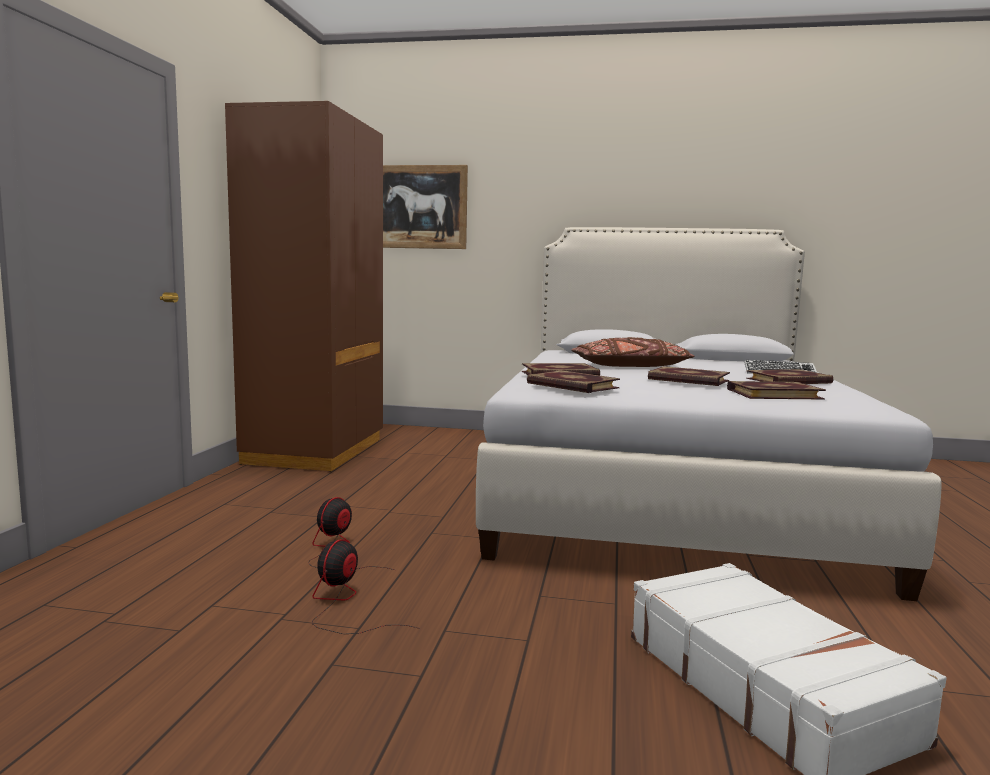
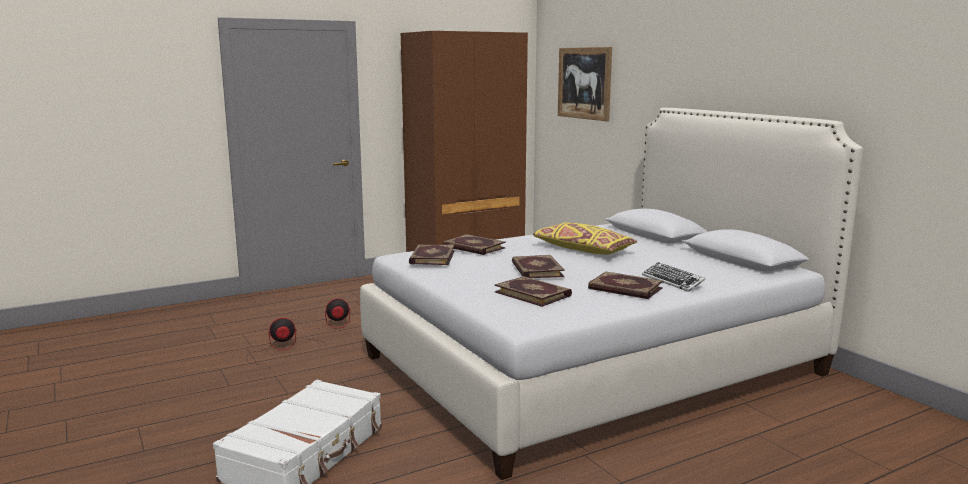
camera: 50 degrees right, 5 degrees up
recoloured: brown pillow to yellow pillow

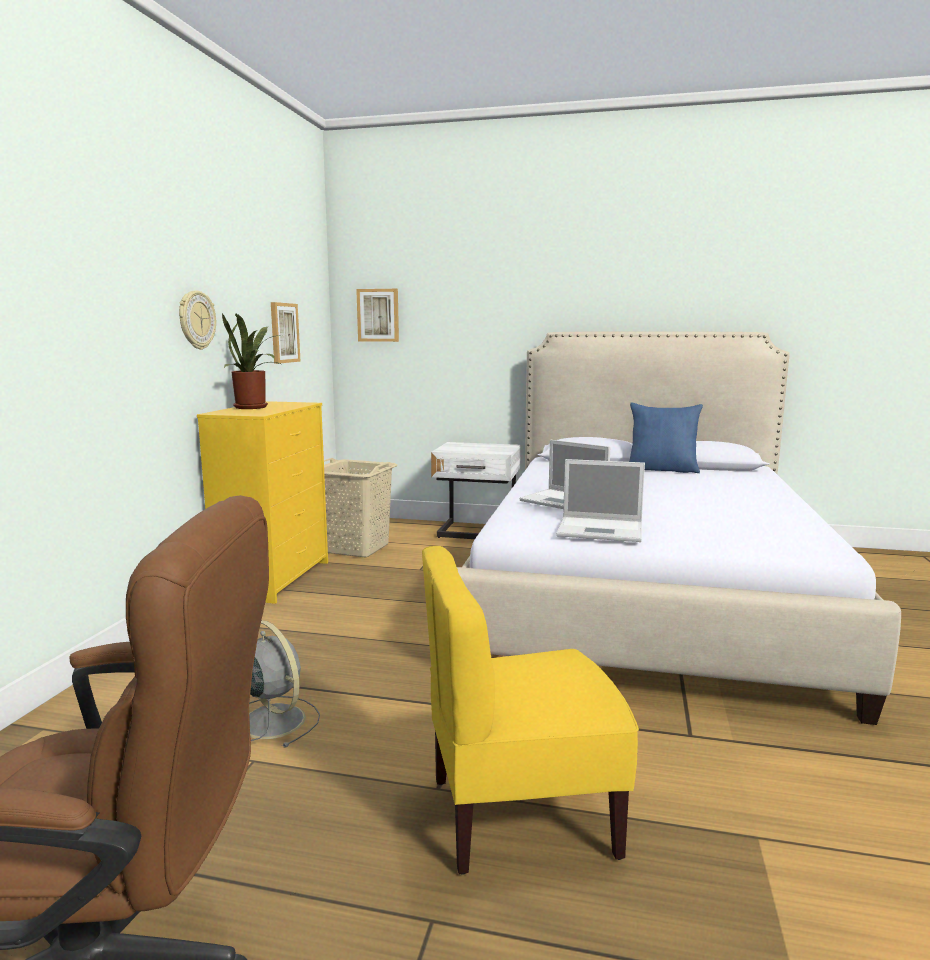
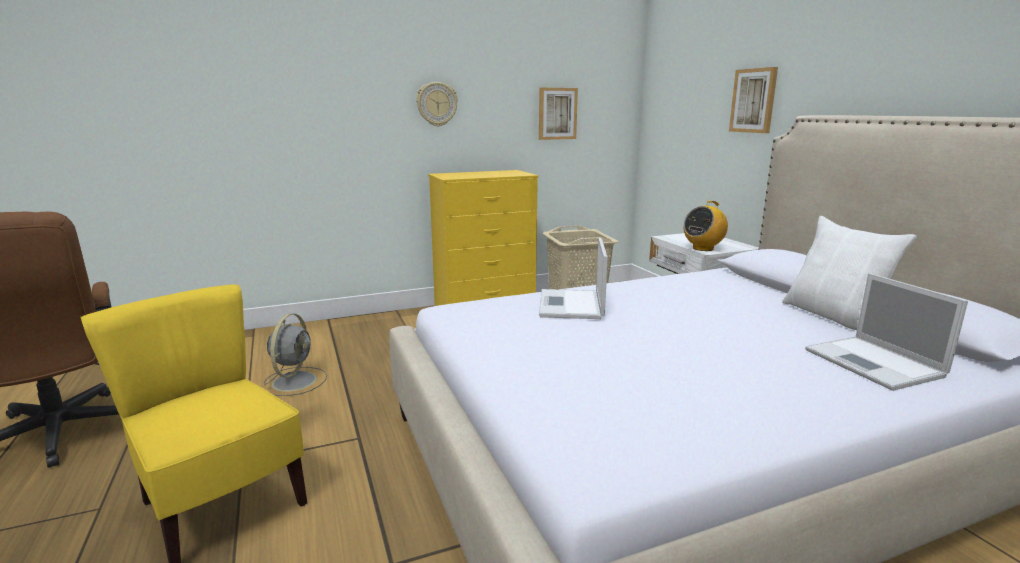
camera: 55 degrees right, 5 degrees up
removed: potted plant
added: radio
moved: picture (2nd from left); laptop (2nd from left)
recoloured: blue pillow to white pillow

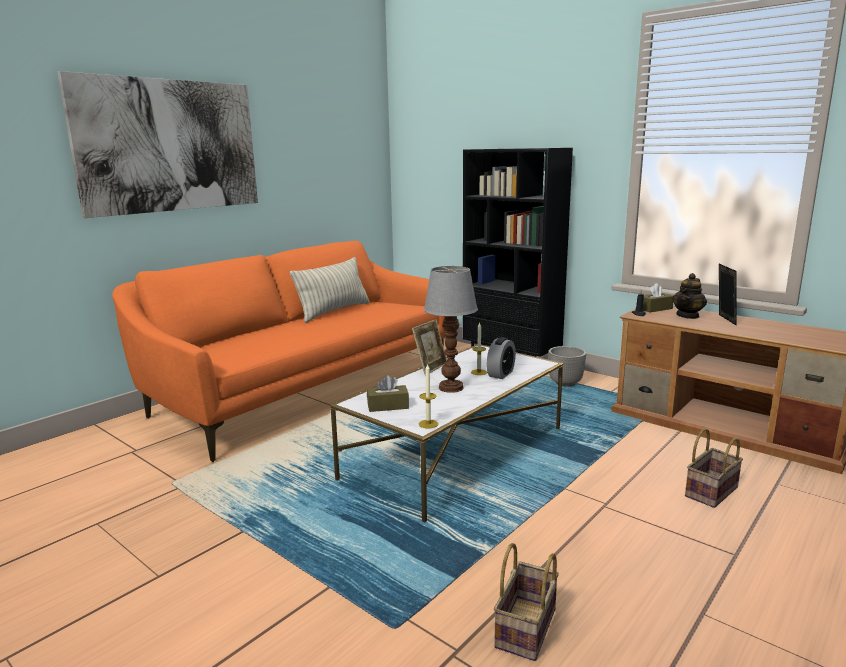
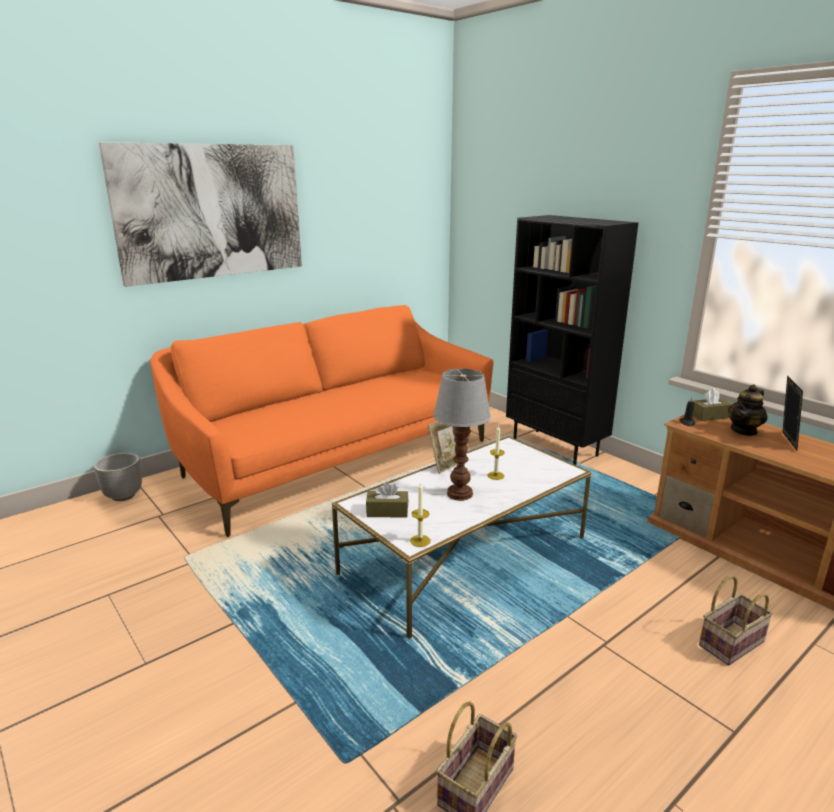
camera: 10 degrees right, 5 degrees up
removed: pillow; alarm clock
moved: planter

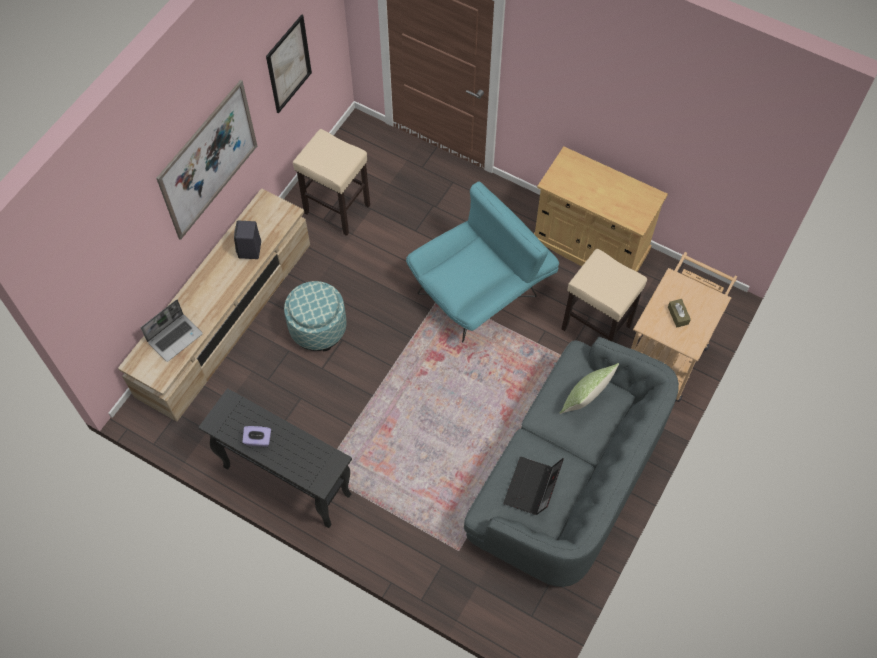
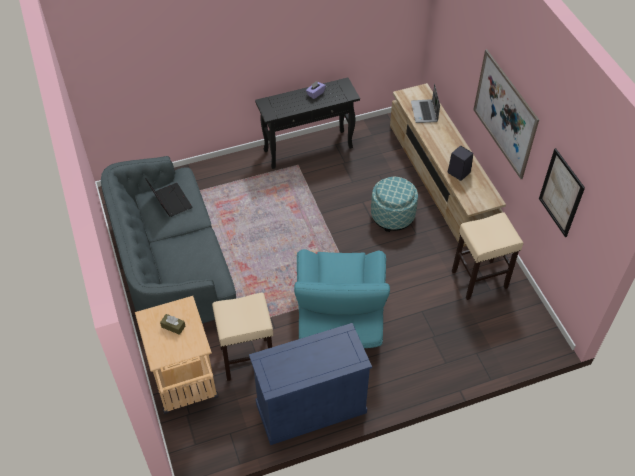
camera: 130 degrees right, 10 degrees down
removed: pillow
recoloured: beige cabinet to blue cabinet

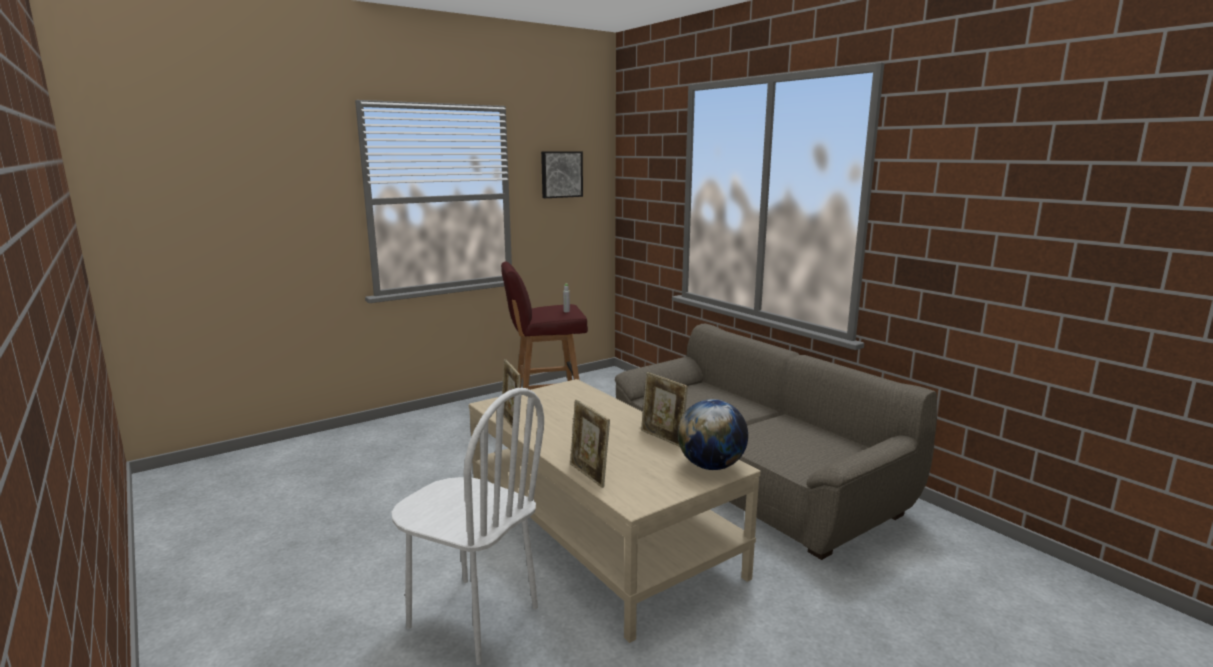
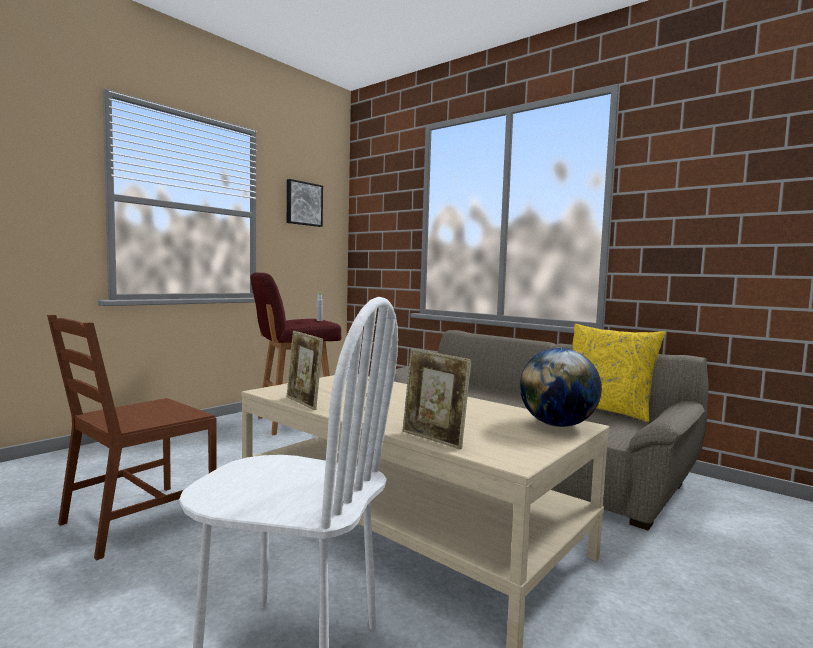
camera: 15 degrees left, 10 degrees down
removed: picture frame (3rd from left)
added: brown chair; yellow pillow

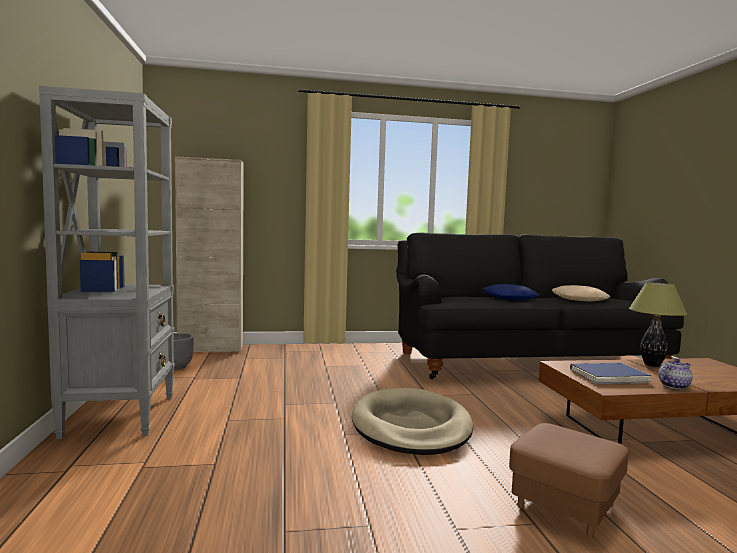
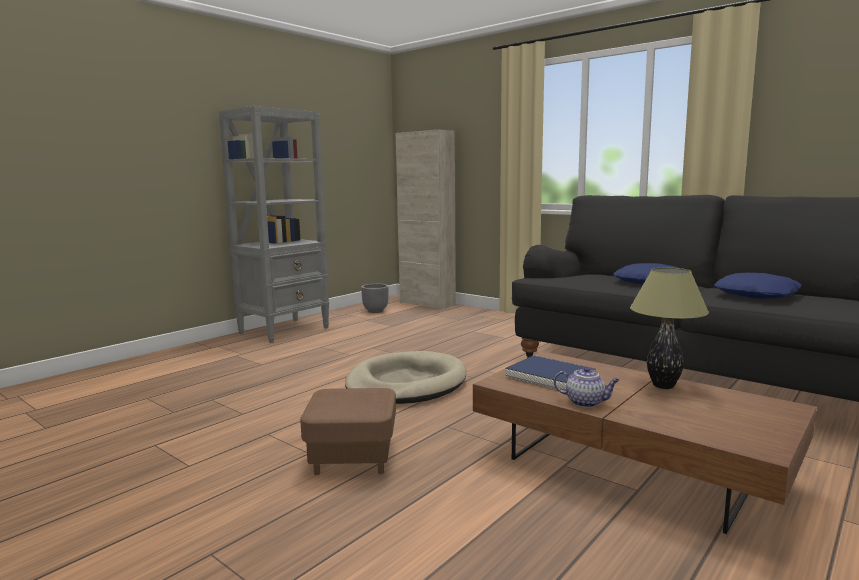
camera: 50 degrees right, 5 degrees up
recoloured: beige pillow to blue pillow (2nd from left)

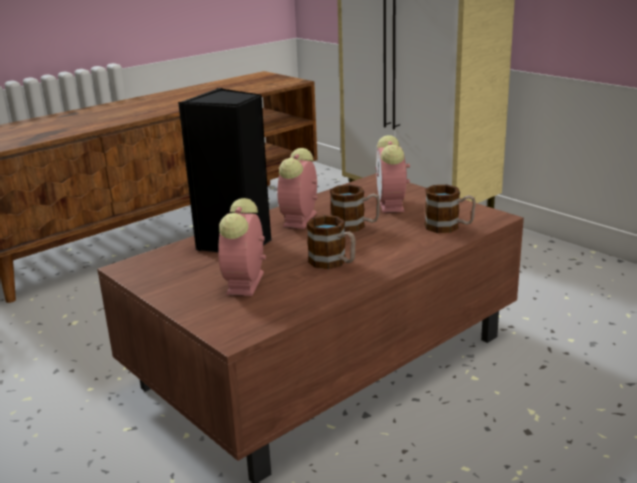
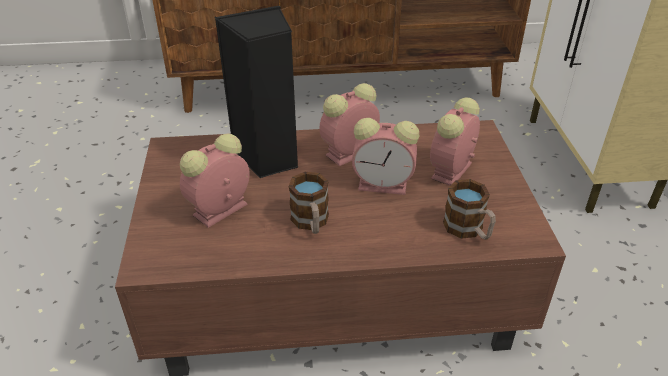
camera: 35 degrees right, 15 degrees up
replaced: mug (2nd from left) to alarm clock (3rd from left)

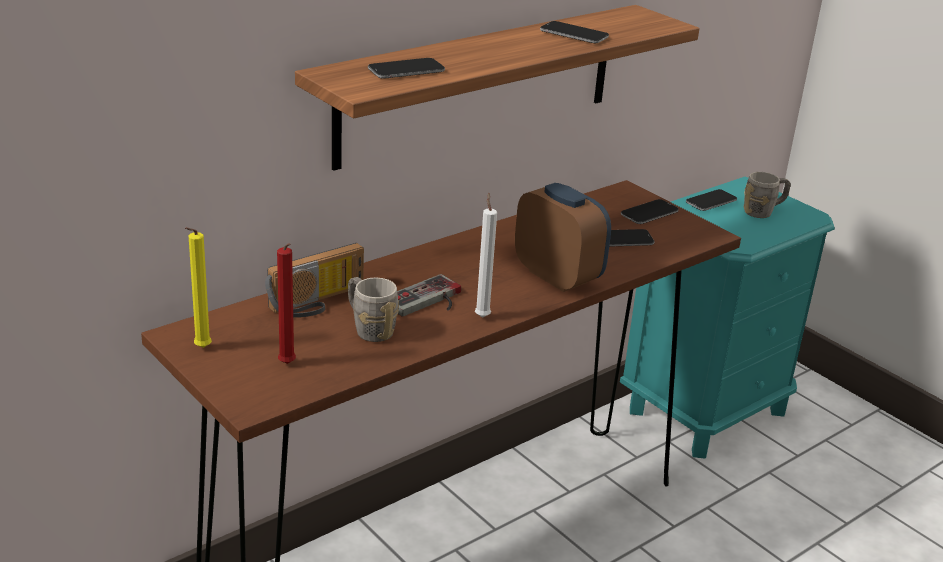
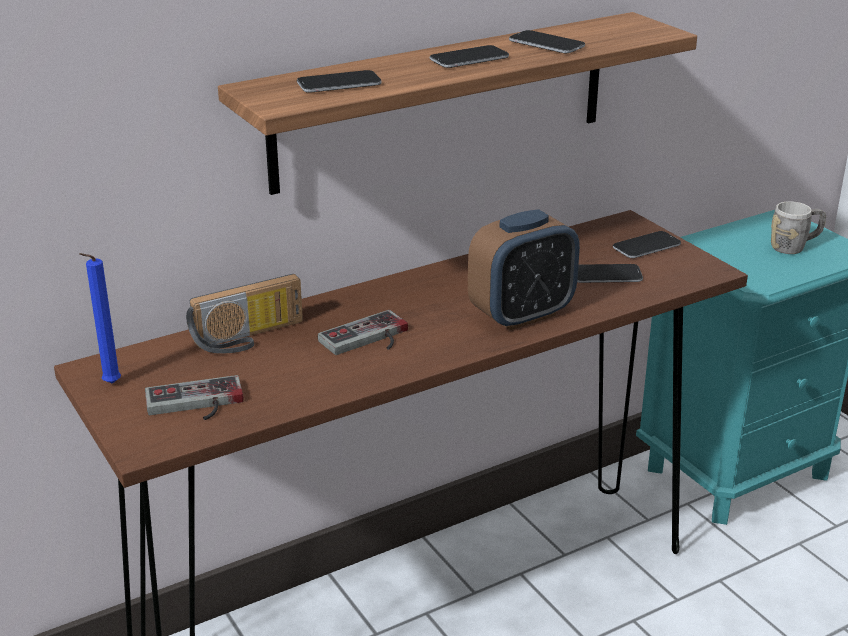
camera: 10 degrees right, 0 degrees up
removed: grey mug (1st from left); white candle
moved: phone (5th from left in the first image) to phone (2nd from left)
replaced: red candle to game controller (1st from left)
recoloured: yellow candle to blue candle
turned: alarm clock 90 degrees clockwise

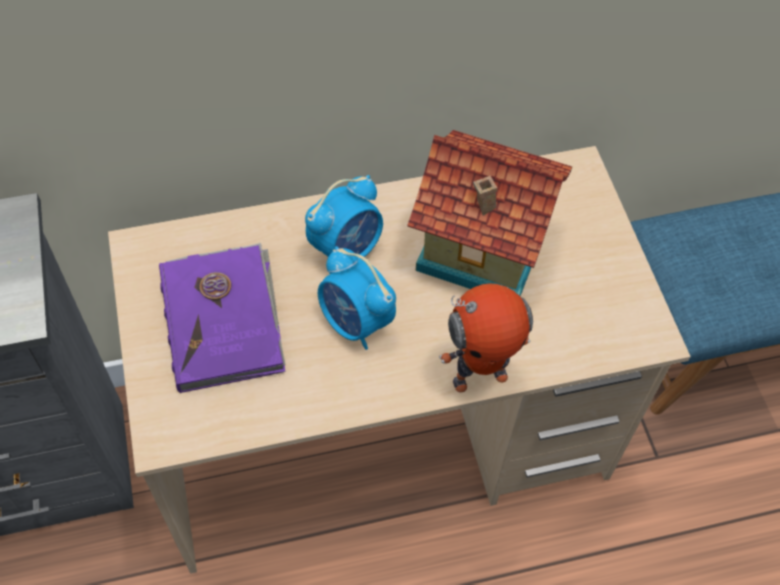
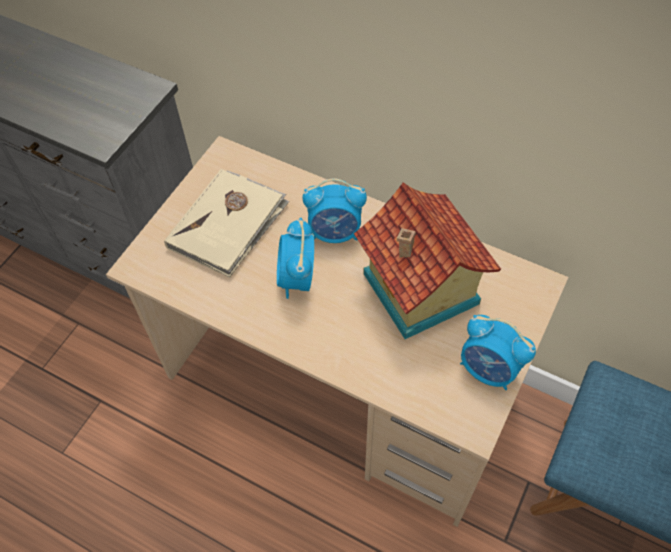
camera: 45 degrees right, 0 degrees up
removed: toy robot
added: alarm clock (3rd from left)
recoloured: purple book to beige book

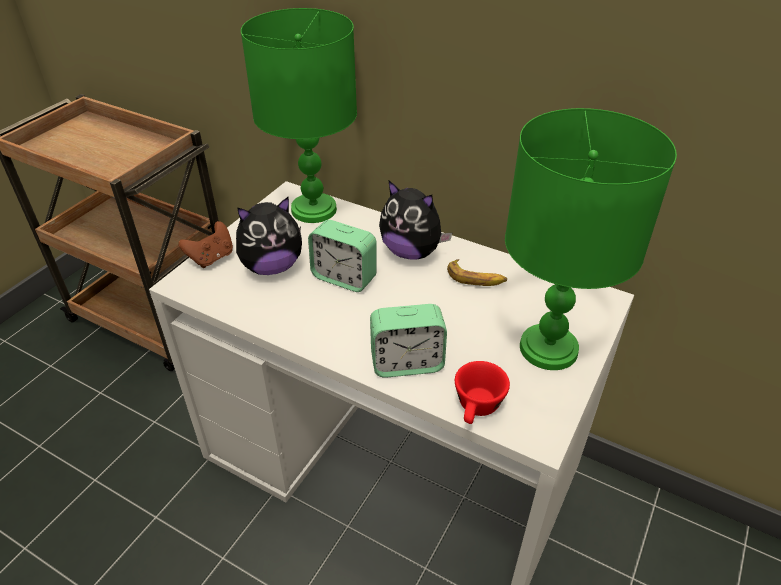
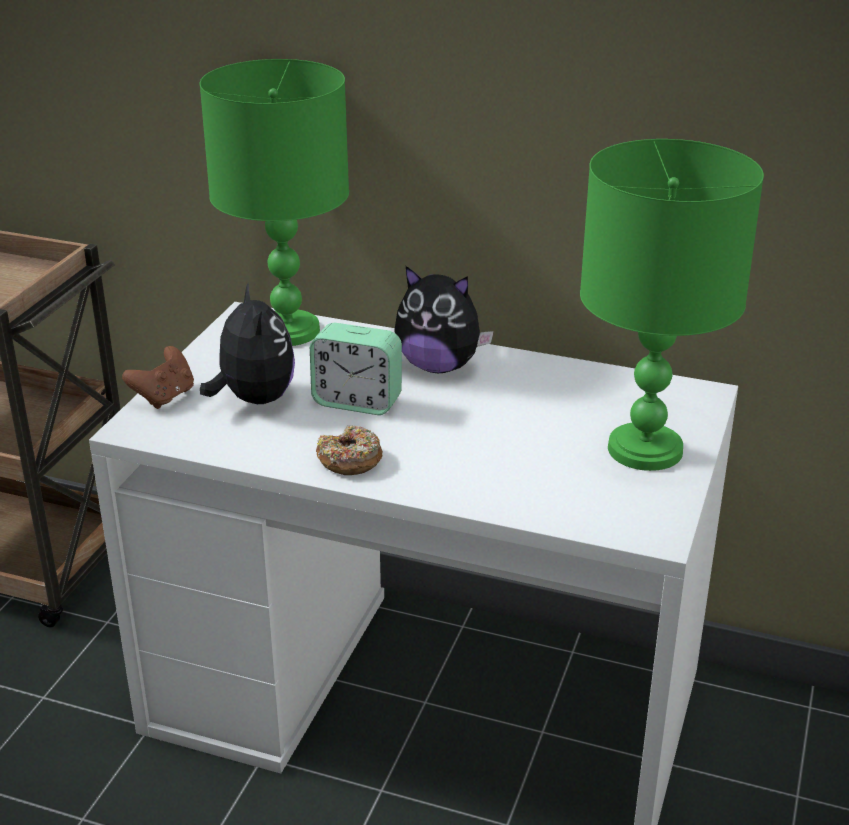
camera: 10 degrees left, 10 degrees down
removed: alarm clock (2nd from left); banana; red cup
added: donut
turned: plush toy (1st from left) 75 degrees counterclockwise

